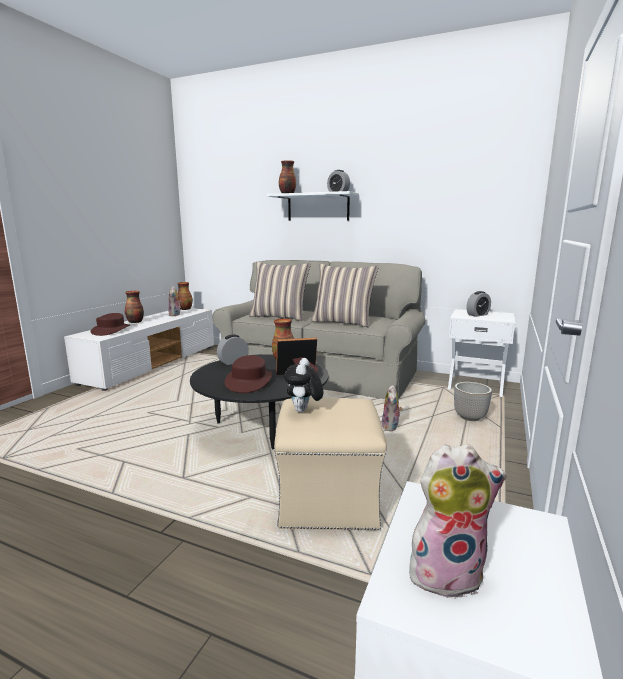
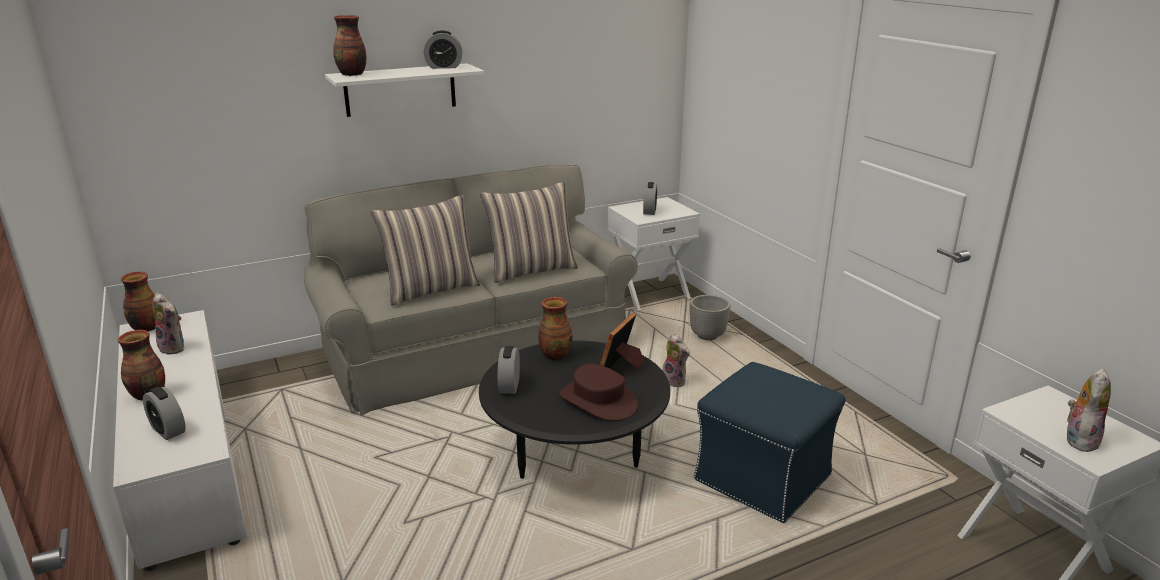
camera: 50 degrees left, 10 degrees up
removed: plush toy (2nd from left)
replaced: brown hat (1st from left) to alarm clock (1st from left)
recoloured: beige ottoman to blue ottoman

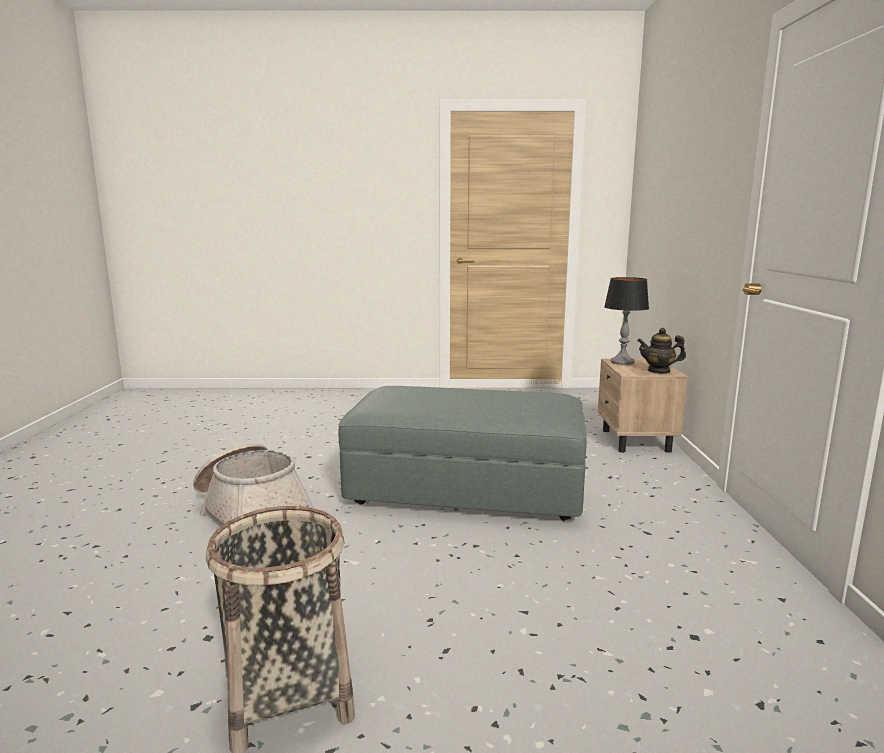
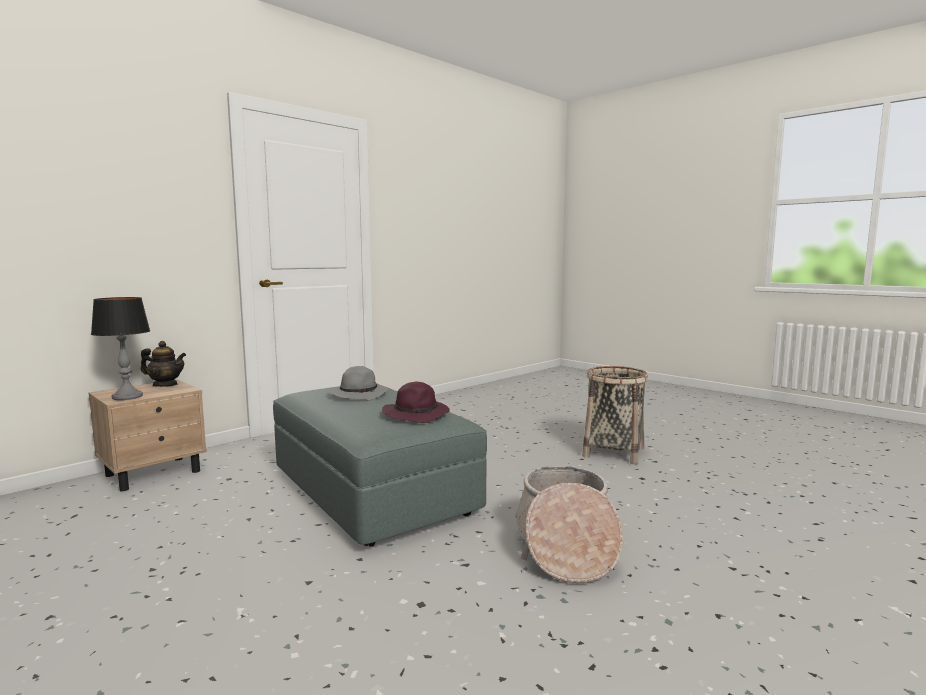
camera: 135 degrees left, 5 degrees down
added: grey hat; purple hat
turned: teapot 45 degrees counterclockwise

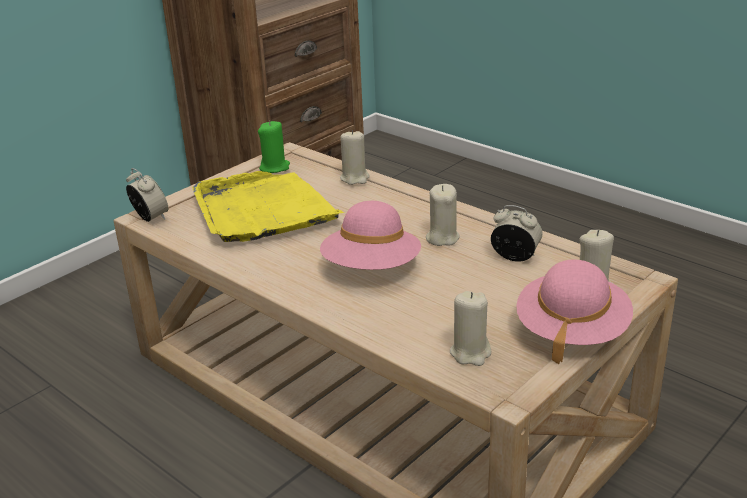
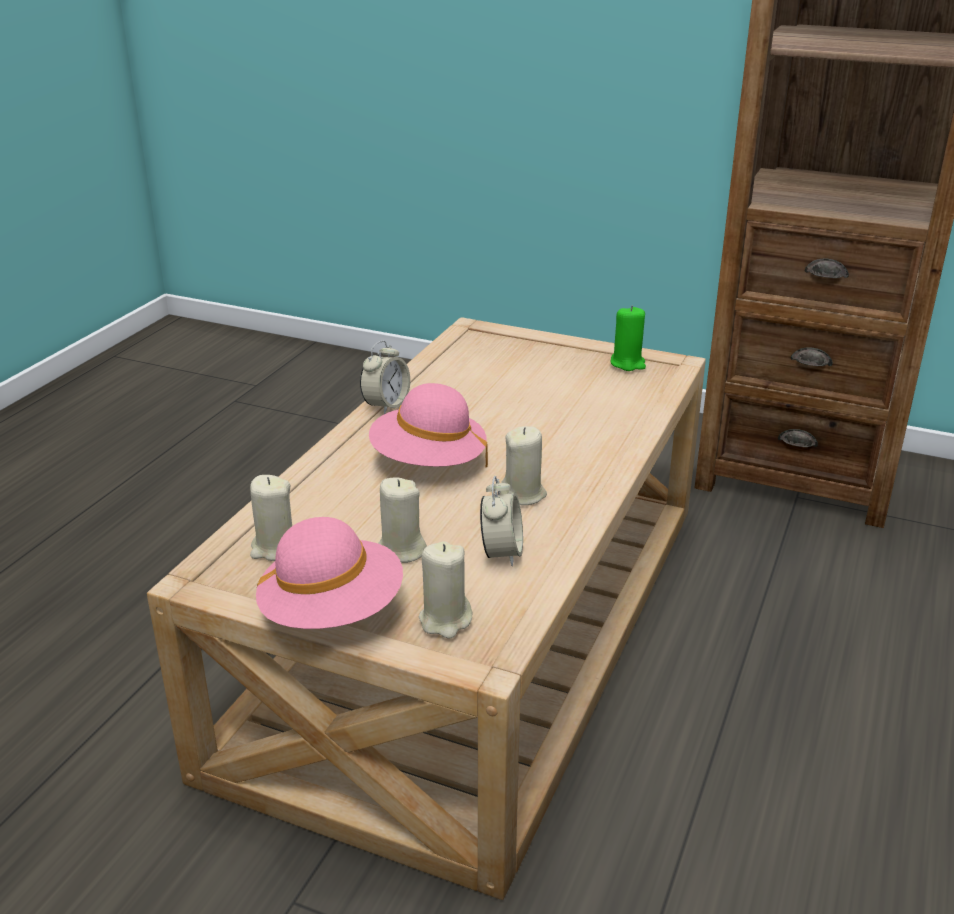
camera: 70 degrees right, 0 degrees up
removed: yellow tray
moved: alarm clock (1st from left); beige candle (1st from left in the first image) to beige candle (2nd from left)

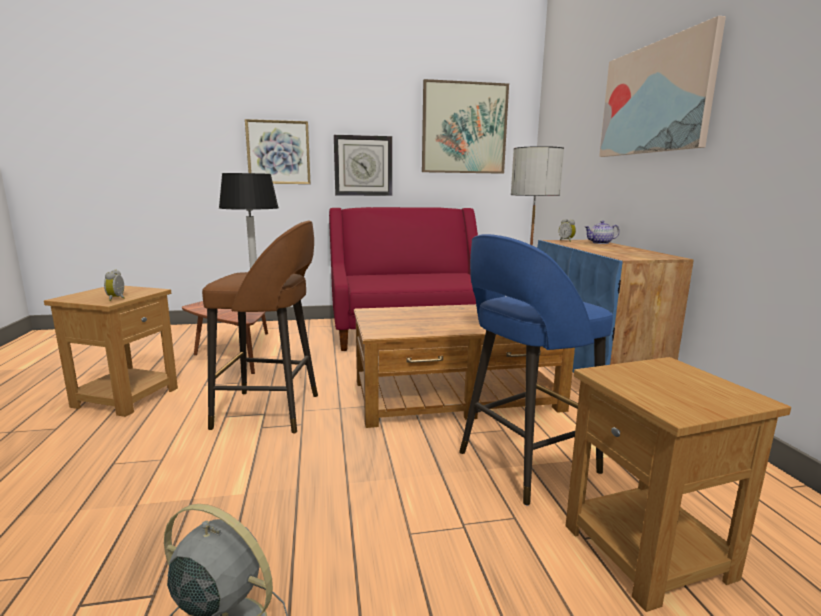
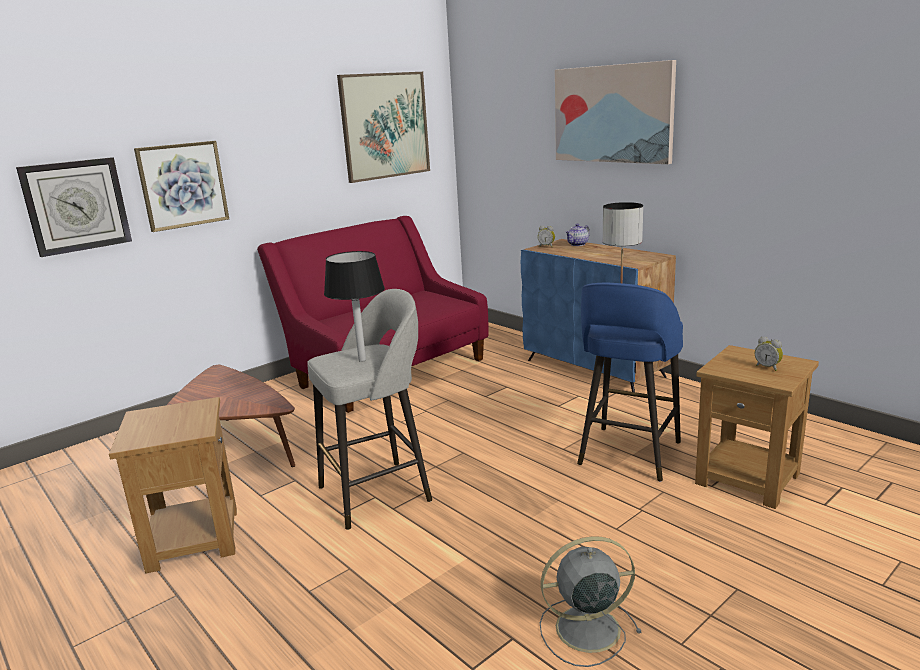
camera: 30 degrees left, 5 degrees up
removed: brown coffee table (2nd from left)
moved: wall clock; alarm clock (1st from left in the first image) to alarm clock (2nd from left)
recoloured: brown stool to grey stool

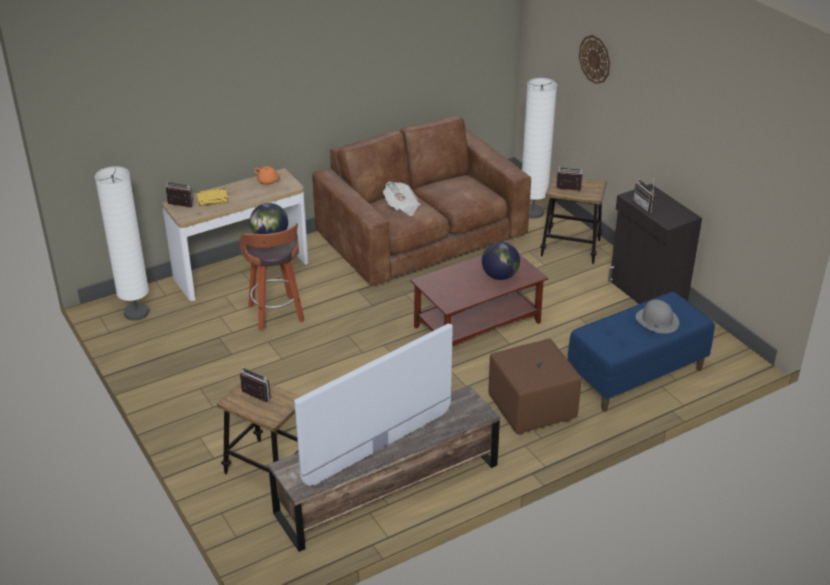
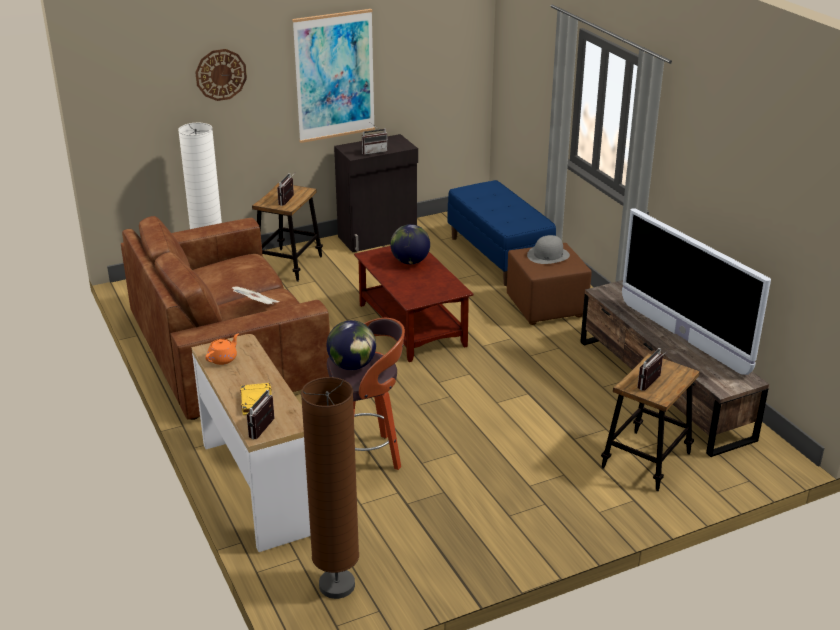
camera: 85 degrees left, 5 degrees down
added: picture
moved: grey hat
recoloured: white floor lamp (1st from left) to brown floor lamp

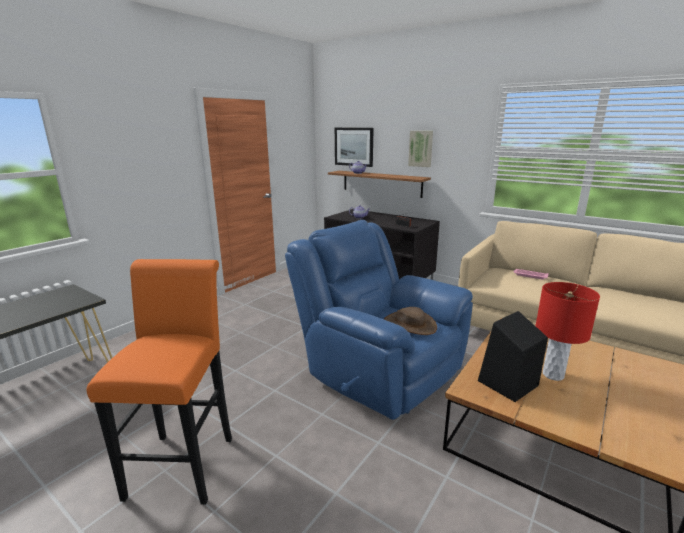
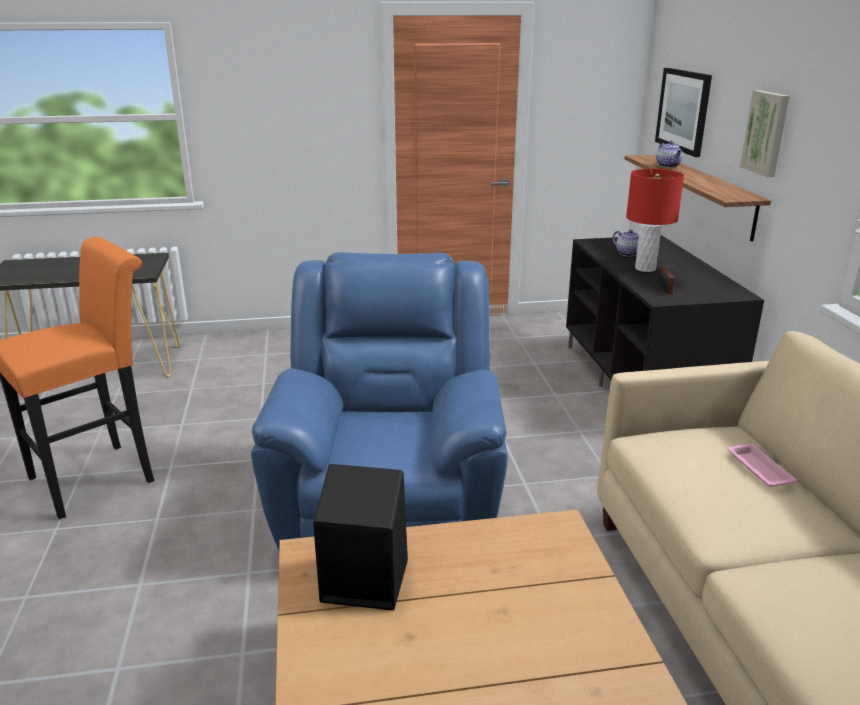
camera: 45 degrees right, 5 degrees up
removed: brown hat
moved: red table lamp

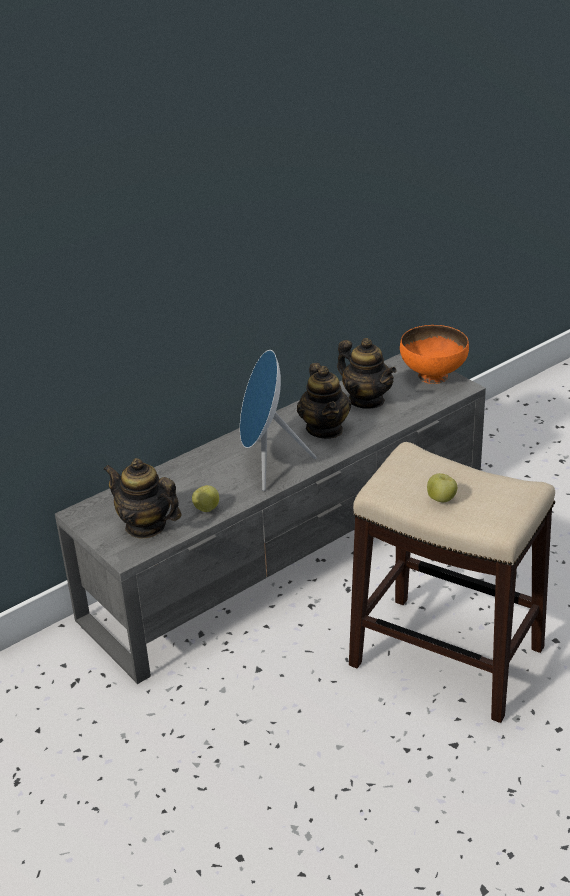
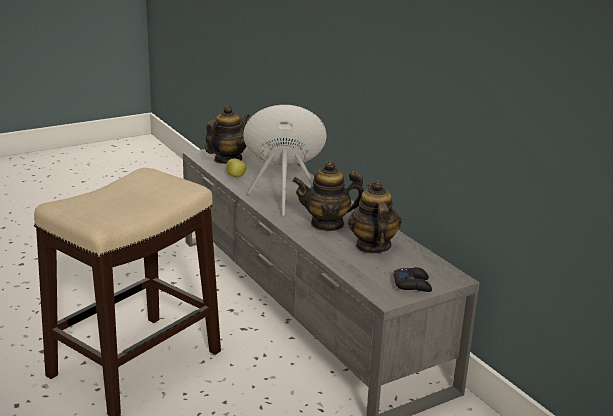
camera: 95 degrees right, 10 degrees down
removed: apple (2nd from left)
replaced: orange bowl to black game controller
turned: teapot (3rd from left) 120 degrees clockwise

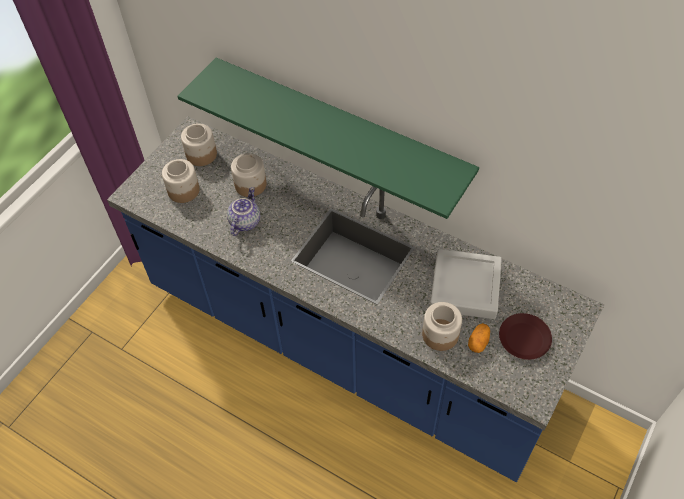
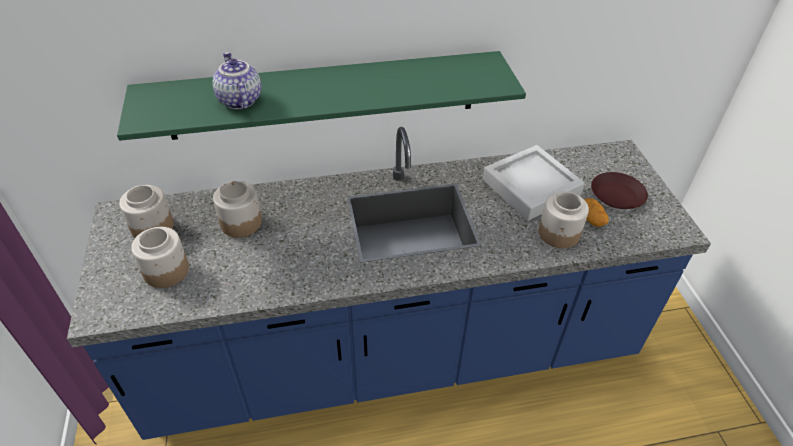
camera: 45 degrees left, 10 degrees down
moved: teapot

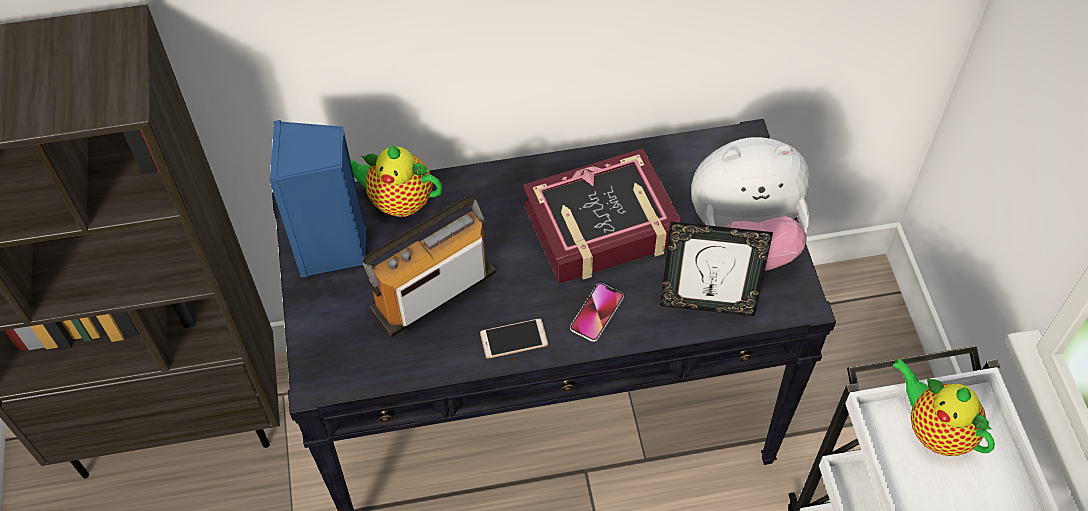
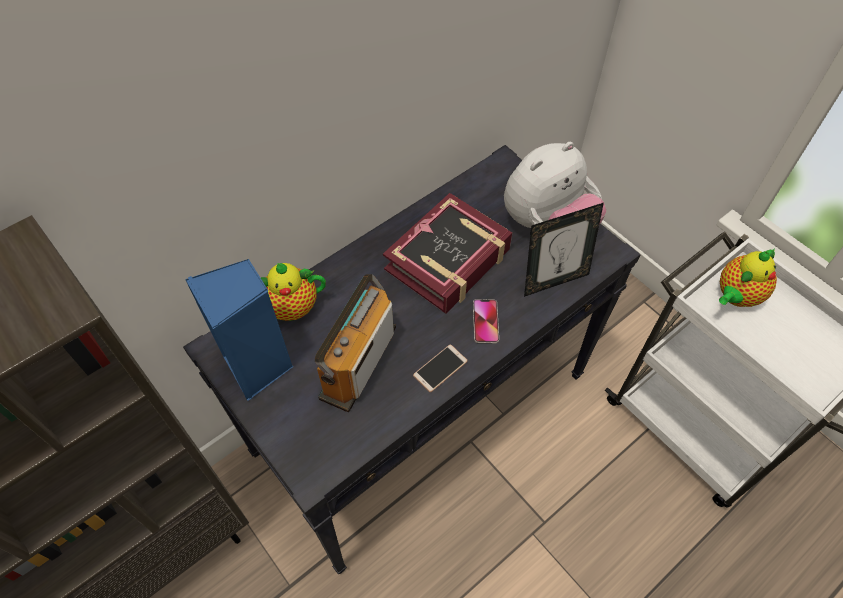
camera: 30 degrees left, 0 degrees up
turned: teapot (2nd from left) 60 degrees counterclockwise

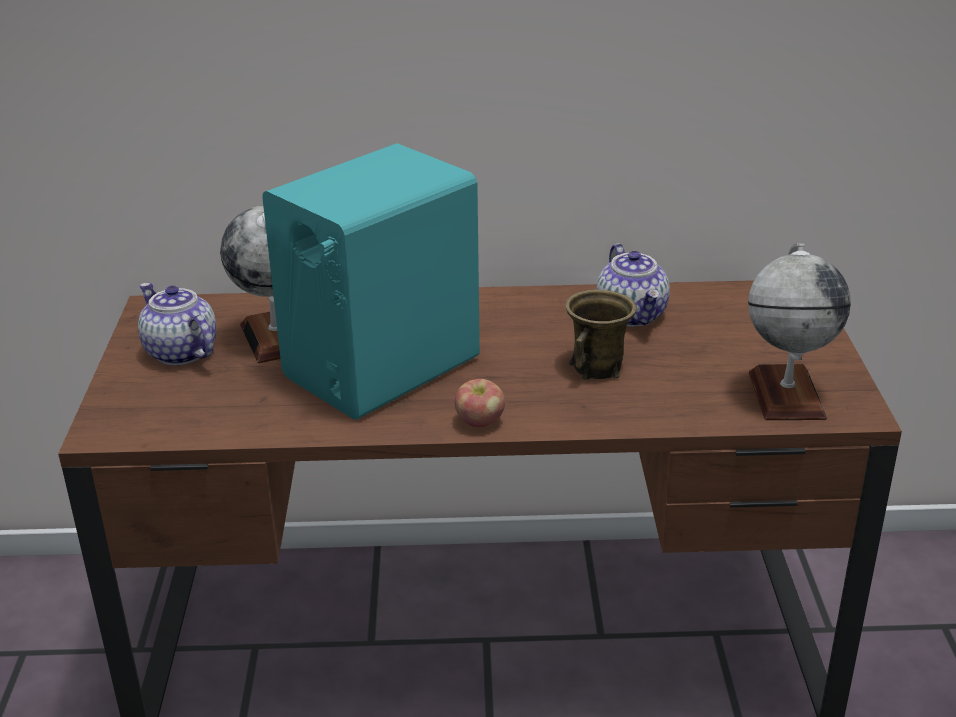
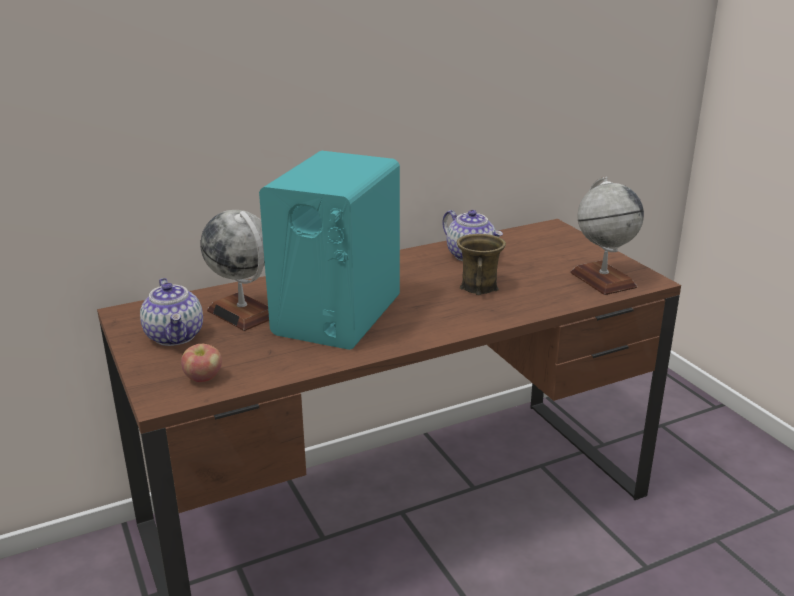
camera: 25 degrees left, 5 degrees down
moved: apple
turned: teapot (1st from left) 135 degrees counterclockwise

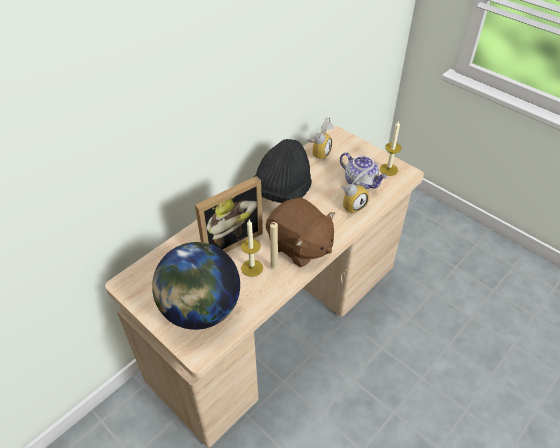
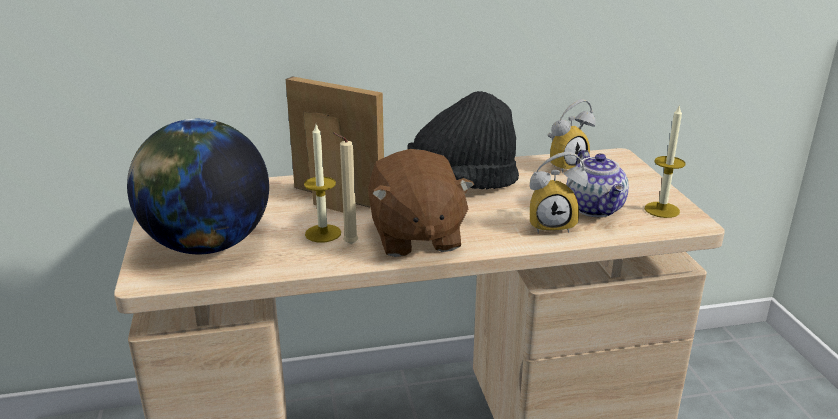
camera: 35 degrees right, 20 degrees down
turned: picture frame 150 degrees counterclockwise

